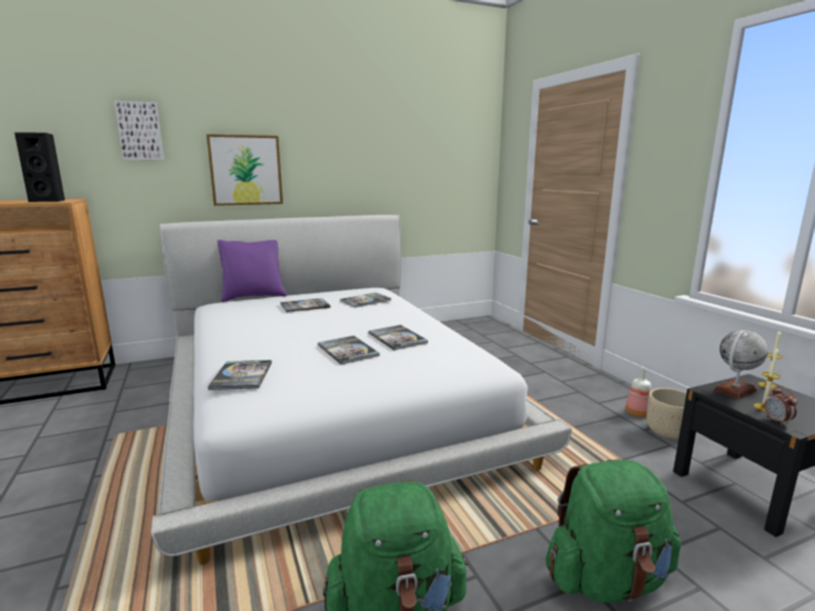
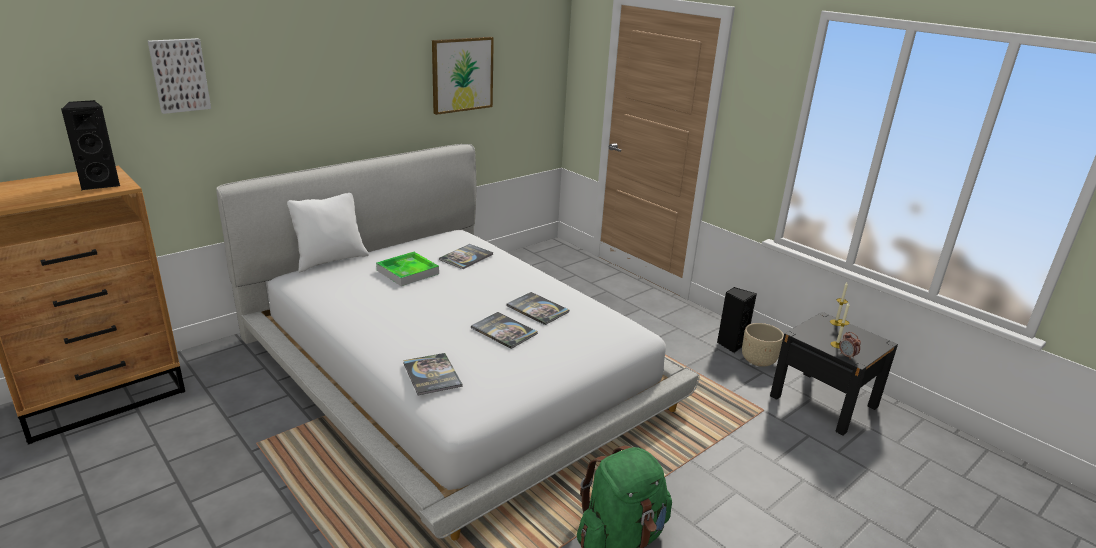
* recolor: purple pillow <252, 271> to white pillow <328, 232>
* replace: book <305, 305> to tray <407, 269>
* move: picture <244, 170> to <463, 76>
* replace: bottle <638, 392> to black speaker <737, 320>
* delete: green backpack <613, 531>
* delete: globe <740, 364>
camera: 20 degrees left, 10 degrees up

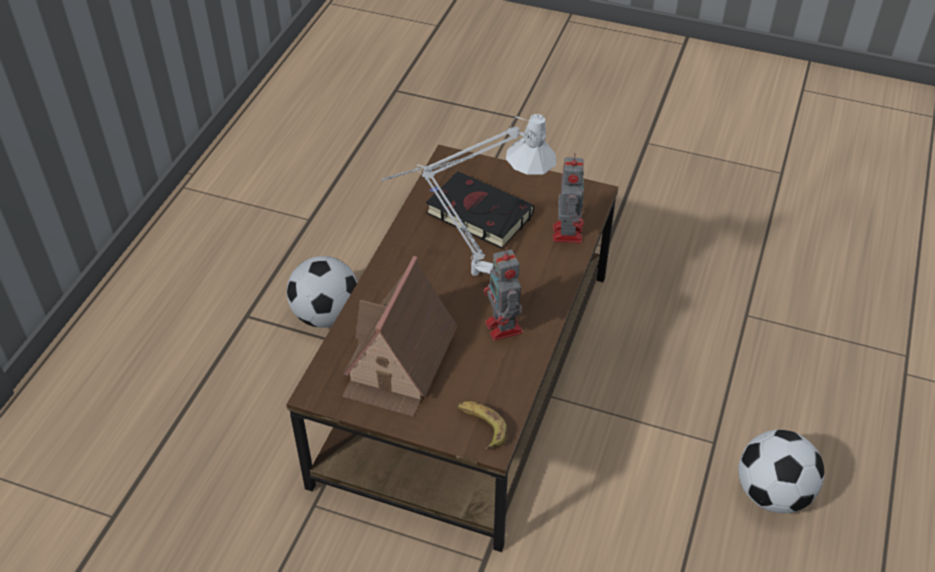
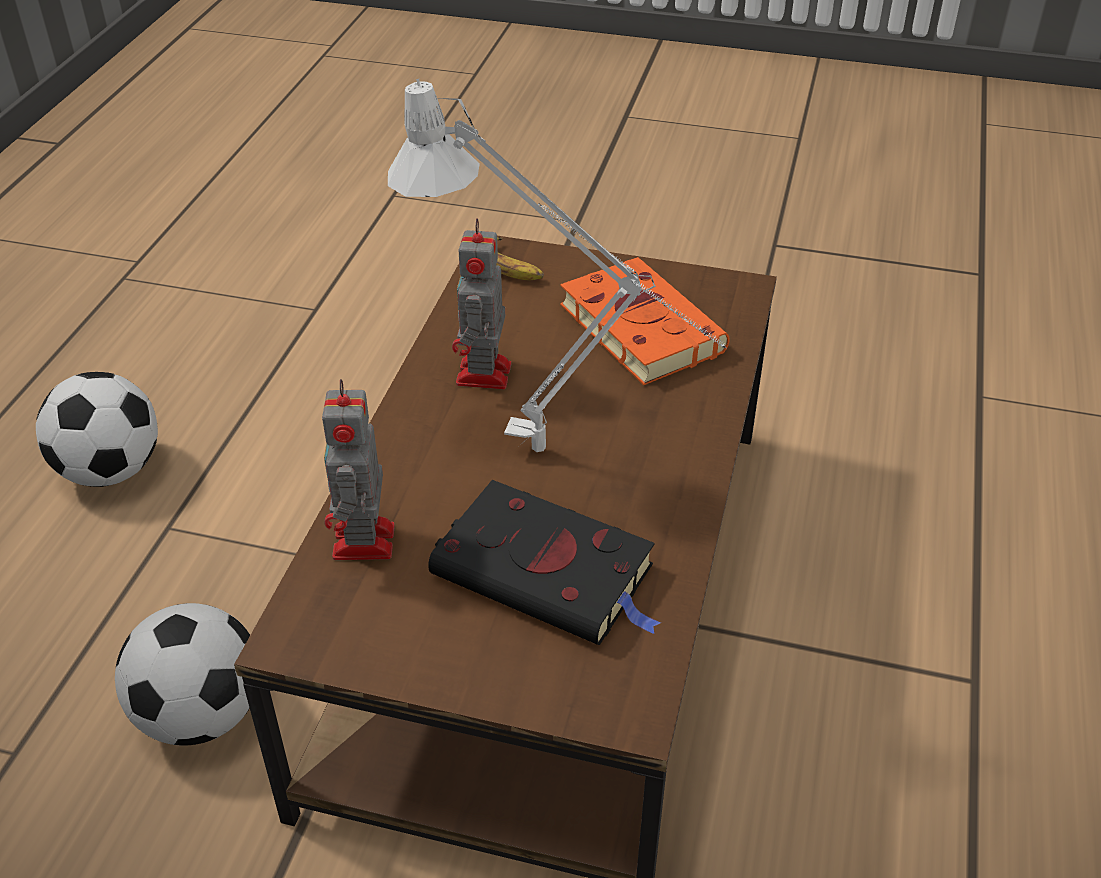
* move: football <322, 292> to <182, 674>
* rotate: toy robot <503, 294> = <481, 303> 150 degrees counterclockwise
* replace: toy house <399, 336> to orange book <645, 321>
camera: 175 degrees right, 5 degrees down

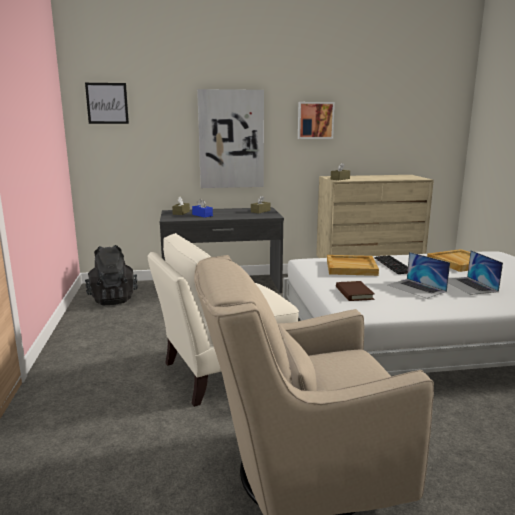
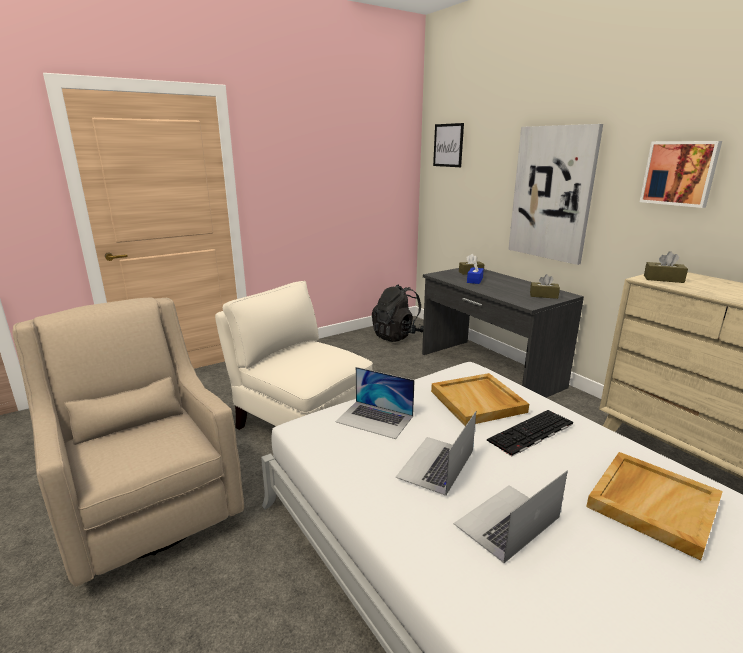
* replace: brown book <355, 291> to laptop <375, 403>
camera: 65 degrees right, 5 degrees up

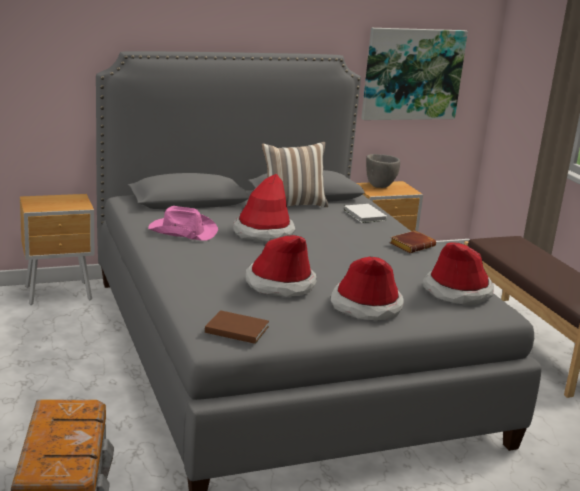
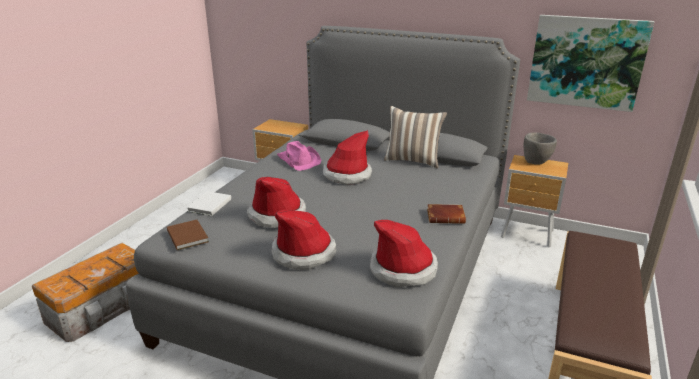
* move: white book <365, 213> to <209, 203>
camera: 45 degrees right, 5 degrees up

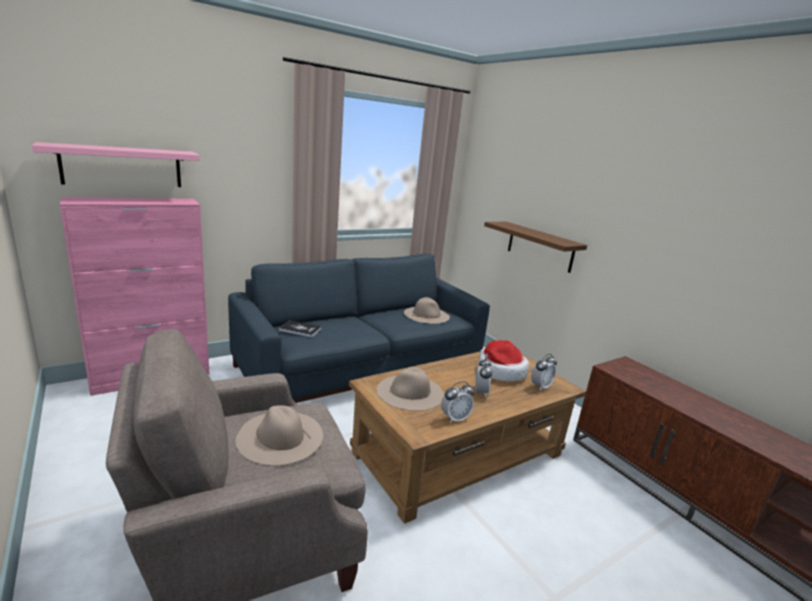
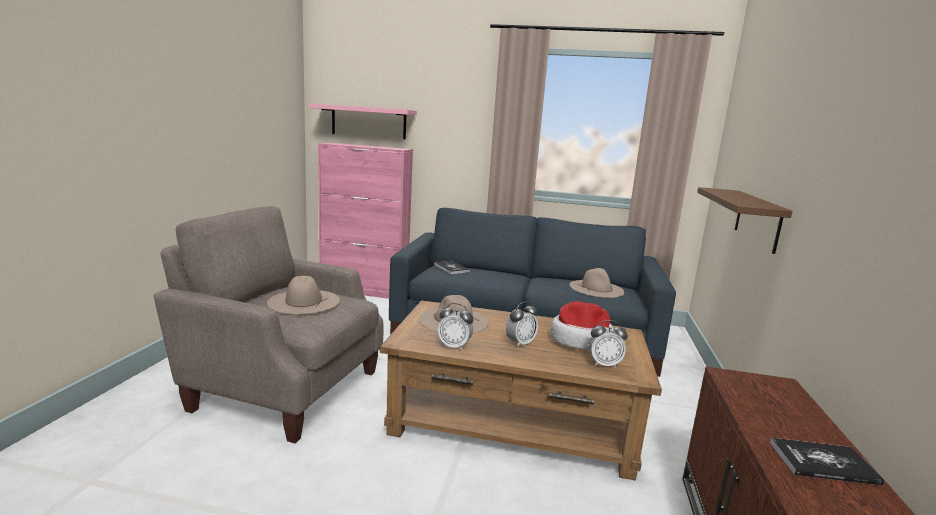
* insert: book <827, 462>
camera: 45 degrees right, 5 degrees down

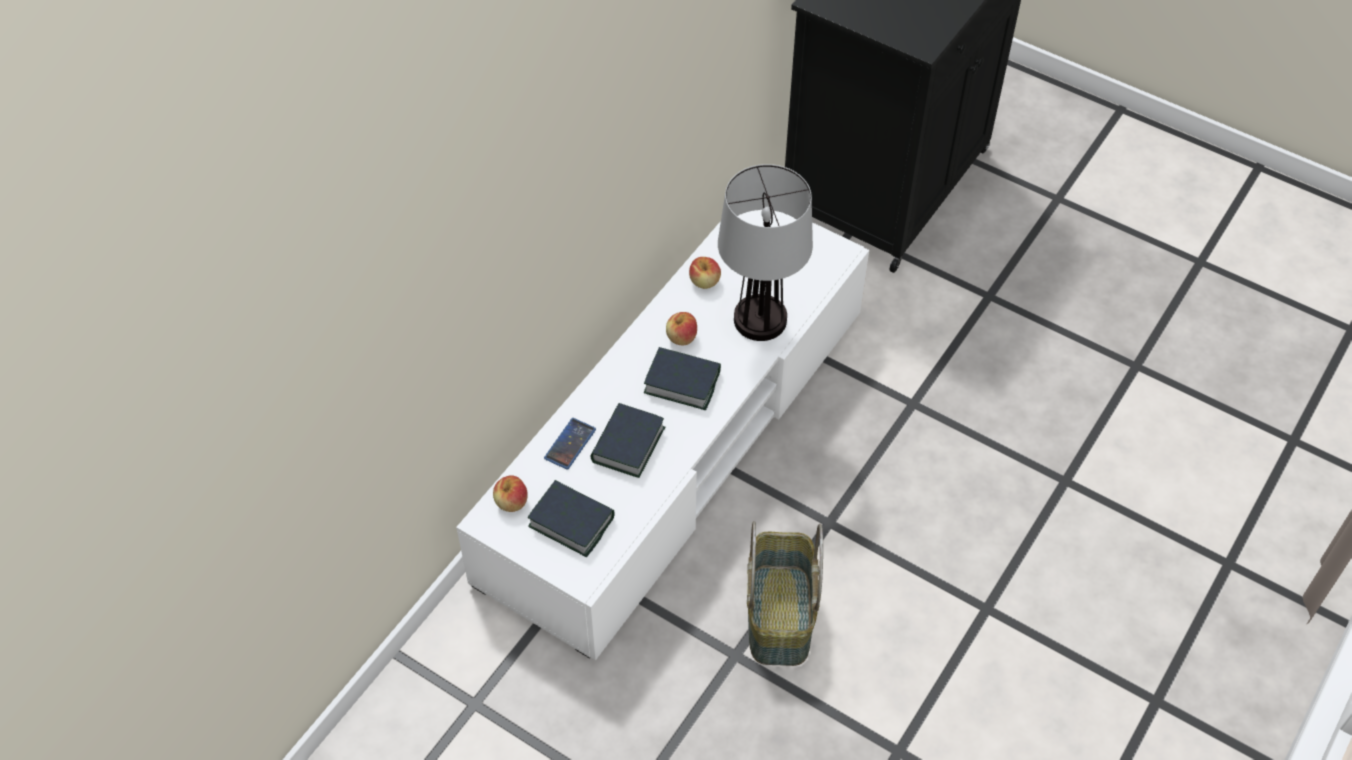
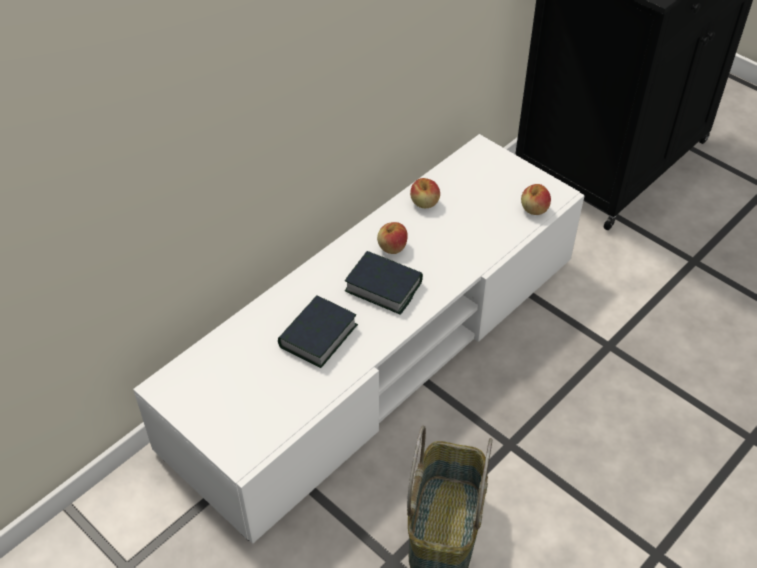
* move: apple <510, 493> to <536, 199>
* delete: book <571, 518>
* delete: phone <570, 444>
* delete: table lamp <765, 252>
camera: 10 degrees right, 5 degrees down

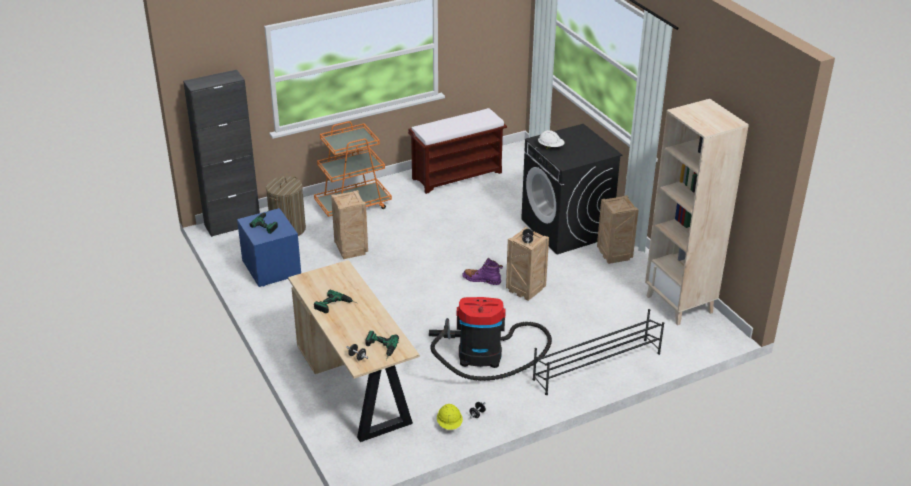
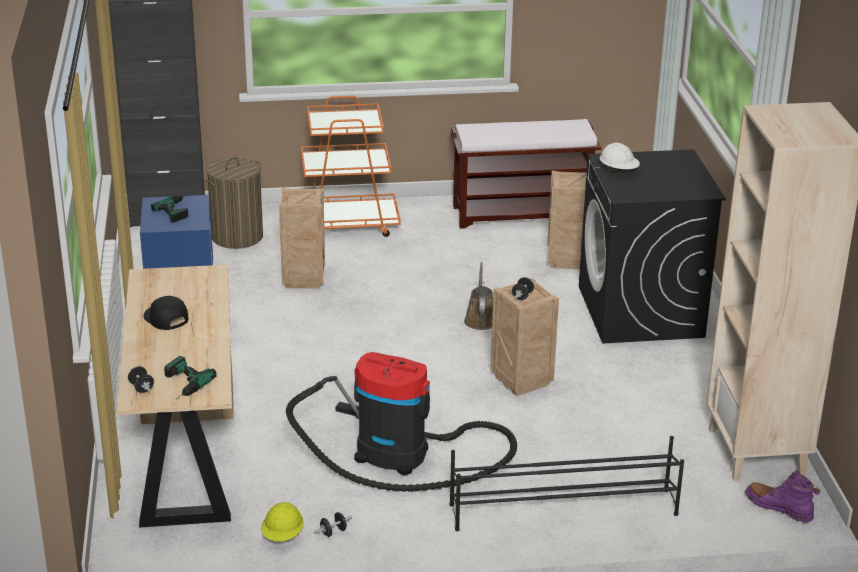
* replace: power drill <335, 301> to black cap <166, 313>
* insert: brown watering can <478, 296>
* move: crate <618, 229> to <567, 220>
* move: purple boot <482, 271> to <782, 496>
camera: 20 degrees right, 5 degrees down

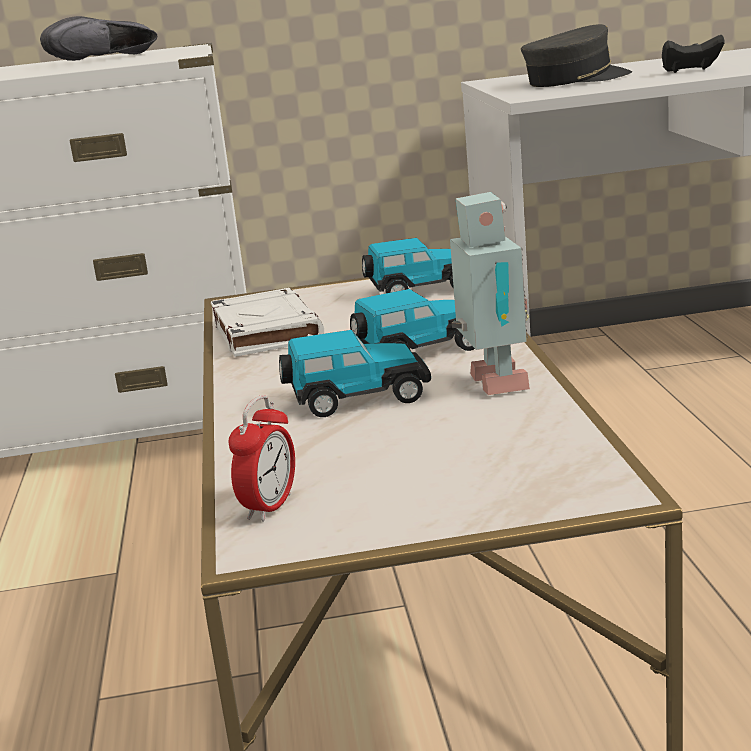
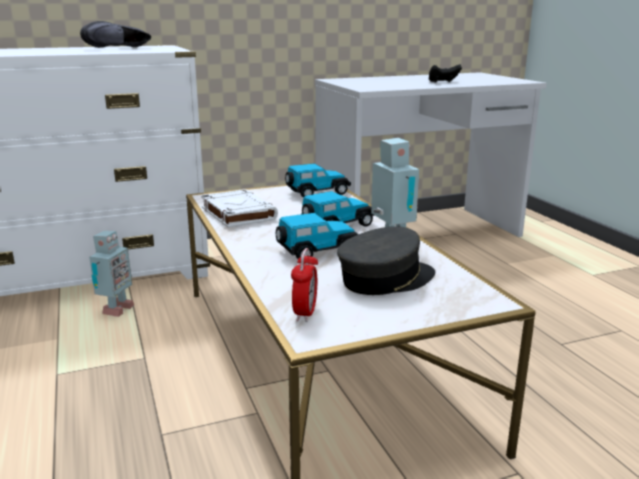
* insert: toy robot <111, 273>
* move: grey cap <576, 55> to <386, 260>
camera: 15 degrees left, 0 degrees up

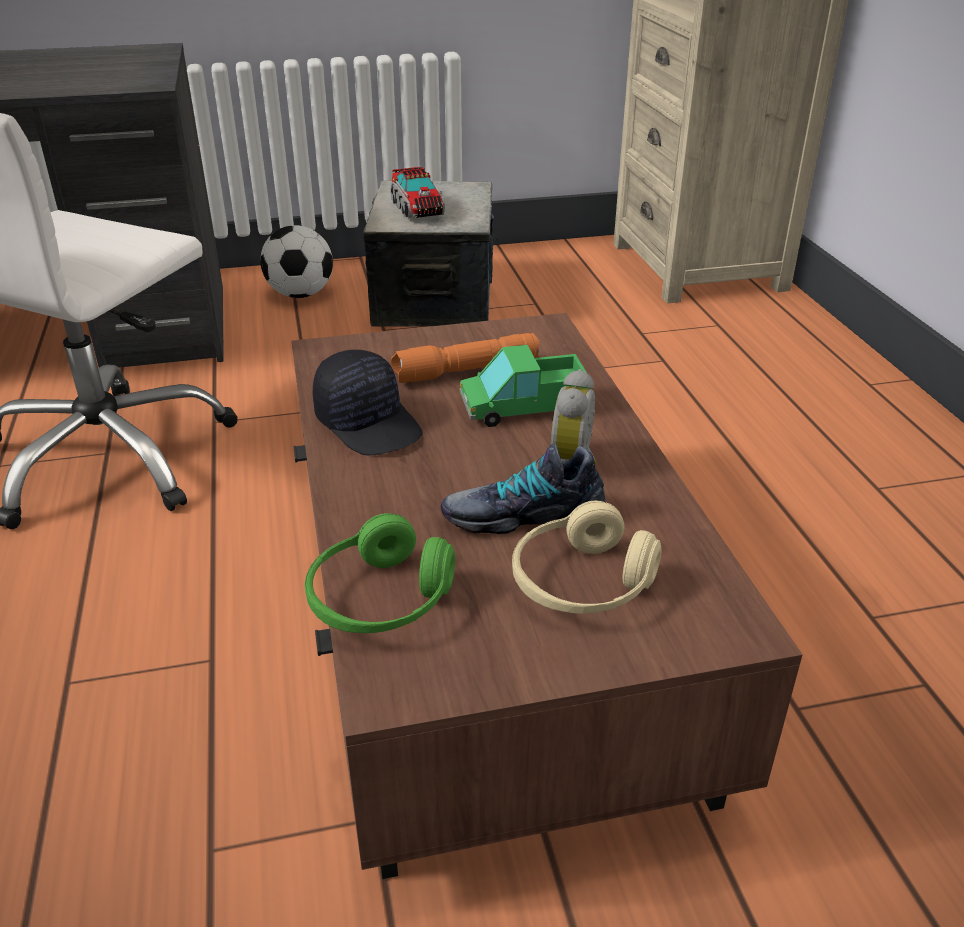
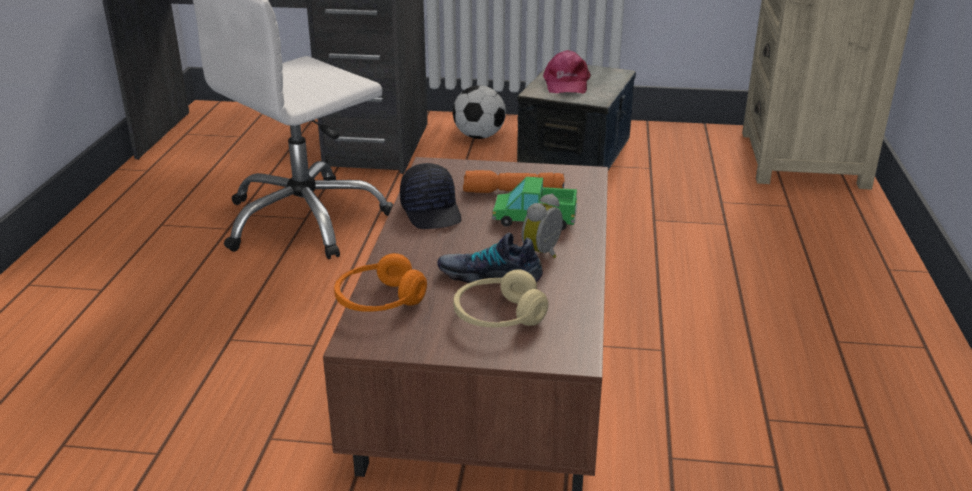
* recolor: green headphones <380, 573> to orange headphones <380, 282>
* replace: toy truck <418, 192> to pink cap <567, 72>
camera: 20 degrees right, 5 degrees down

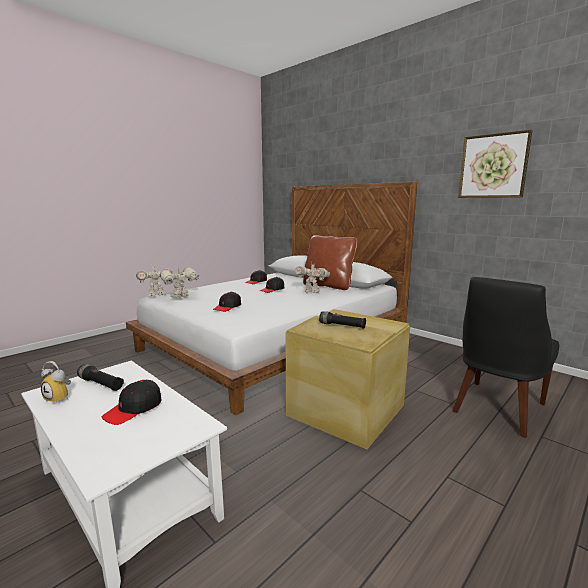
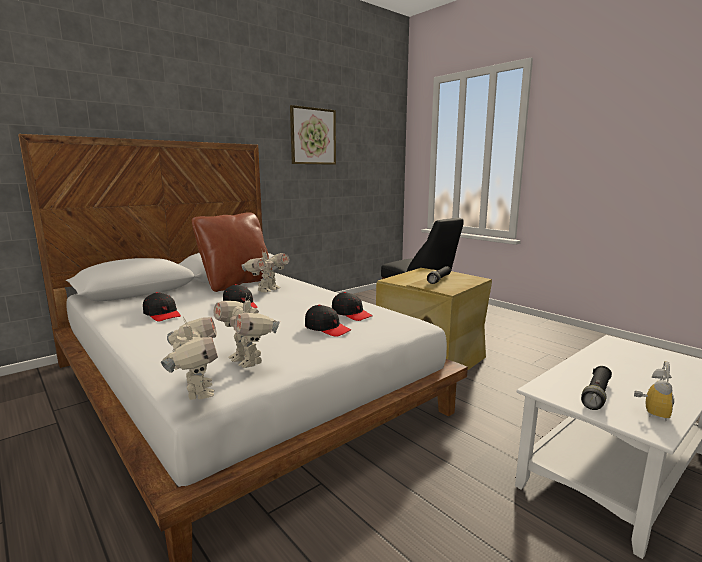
* move: black cap <132, 402> to <352, 306>
camera: 85 degrees left, 0 degrees up

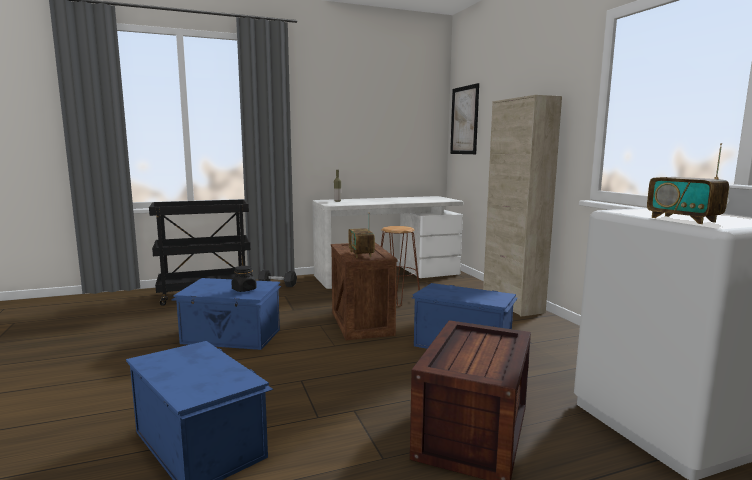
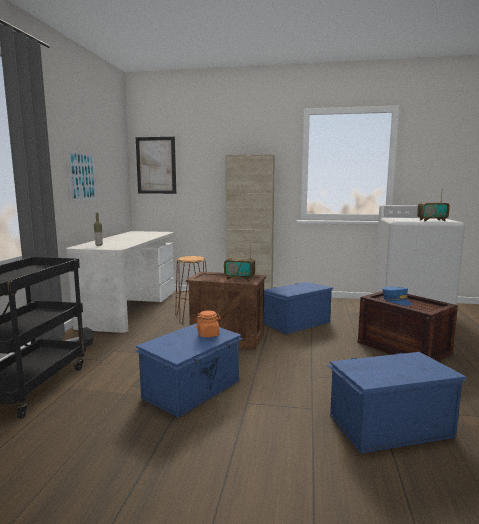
* insert: picture <82, 176>
* recolor: black jar <244, 279> to orange jar <208, 324>
* insert: blue cap <397, 296>
camera: 60 degrees left, 0 degrees up

